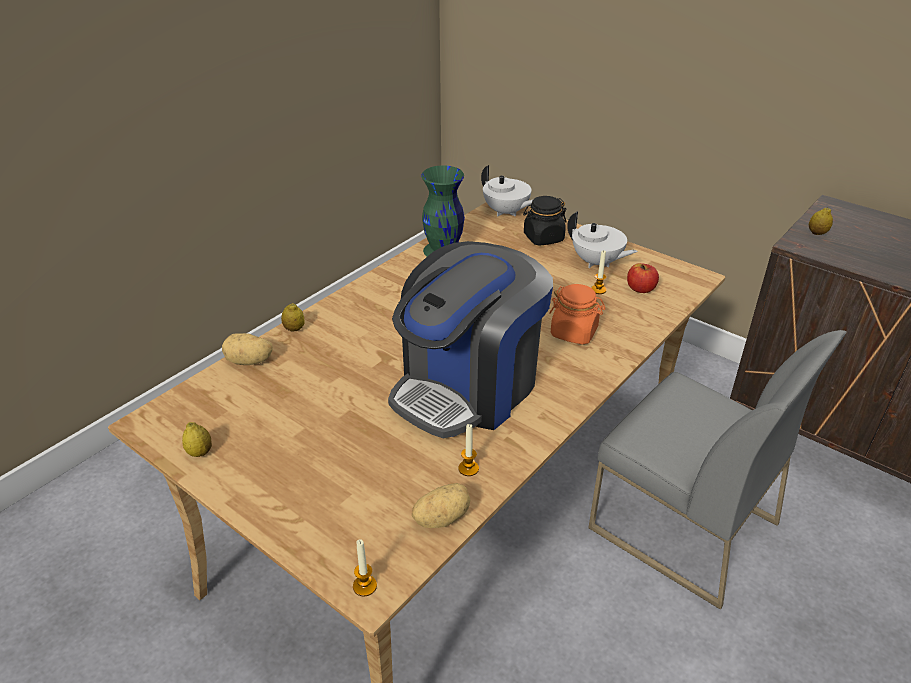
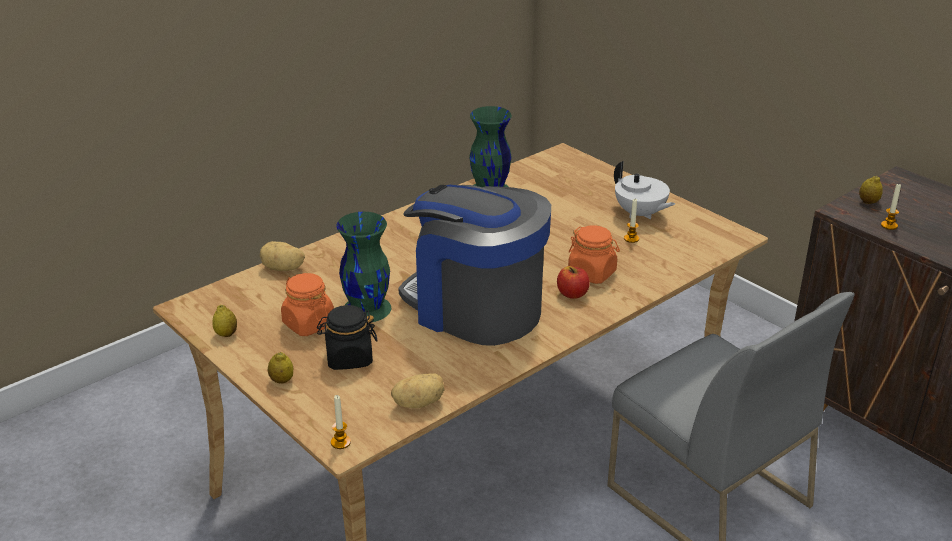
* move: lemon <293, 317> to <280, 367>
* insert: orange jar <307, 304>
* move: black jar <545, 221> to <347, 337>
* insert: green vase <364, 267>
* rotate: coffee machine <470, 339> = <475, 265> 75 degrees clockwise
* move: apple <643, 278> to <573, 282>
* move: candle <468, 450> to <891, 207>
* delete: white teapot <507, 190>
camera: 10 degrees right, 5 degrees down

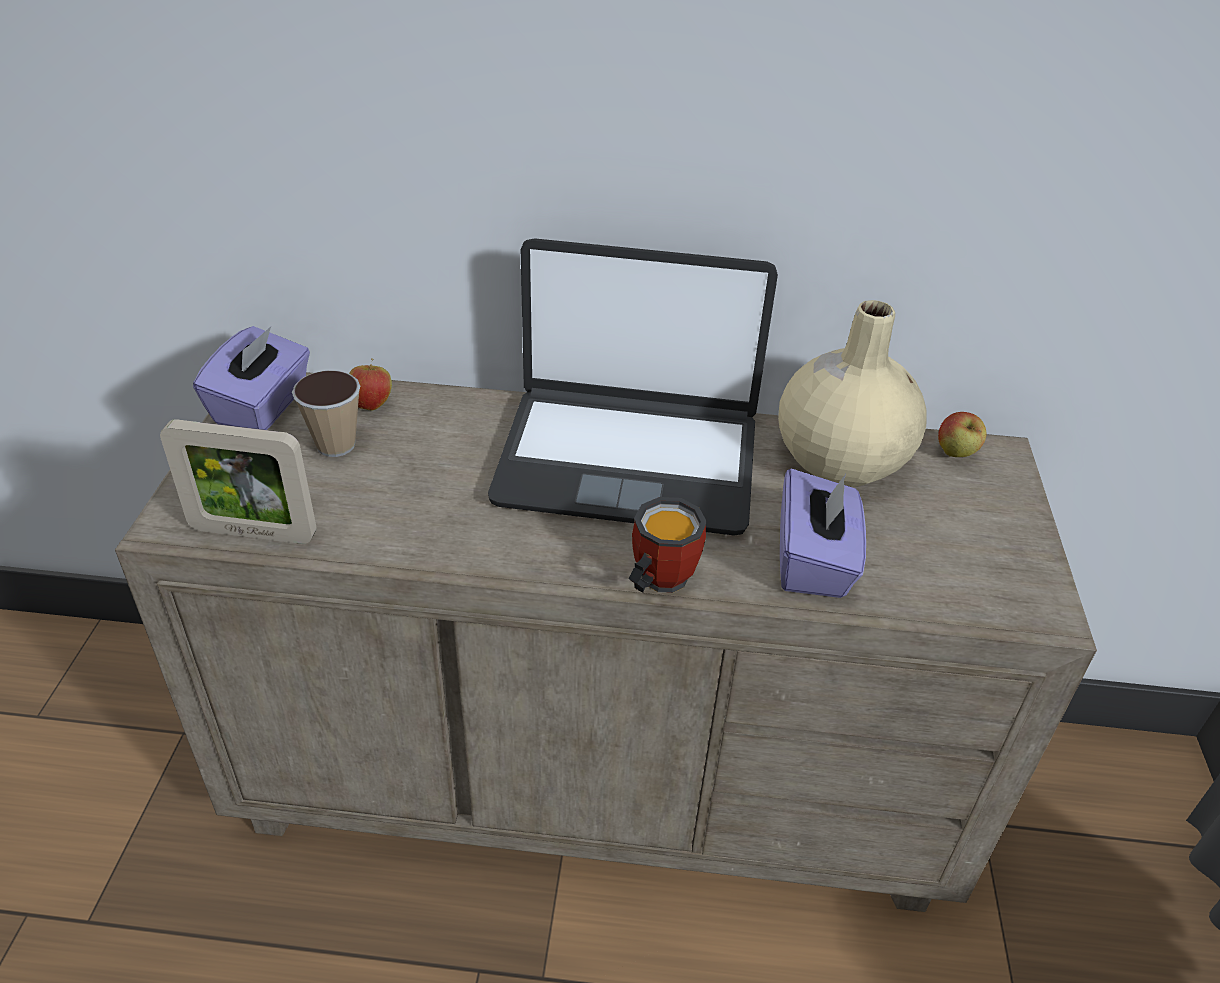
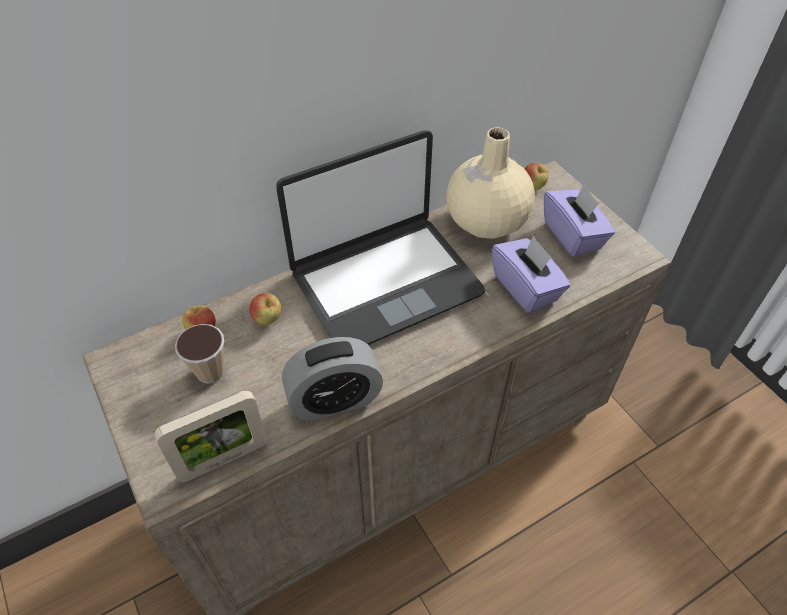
* insert: apple <265, 309>
* insert: alarm clock <332, 379>
* move: purple tissue box <251, 378> to <579, 220>
* delete: mug <667, 545>
camera: 35 degrees left, 10 degrees up

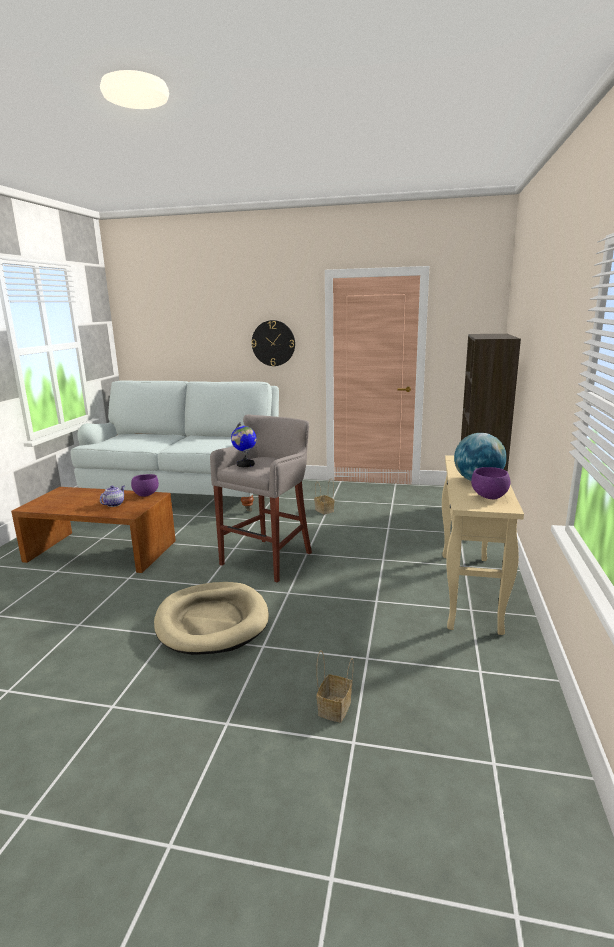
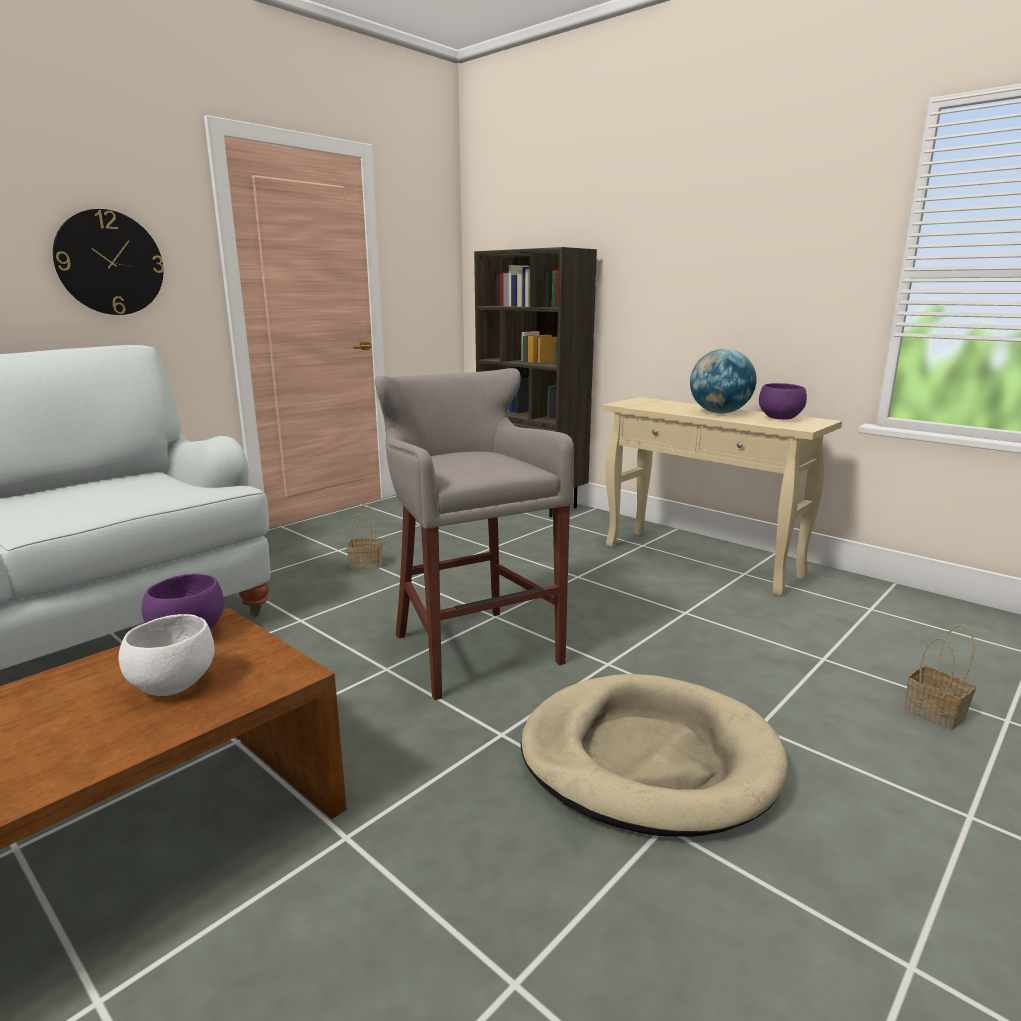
* replace: teapot <112, 496> to white bowl <166, 655>
* delete: globe <244, 444>
camera: 60 degrees left, 0 degrees up

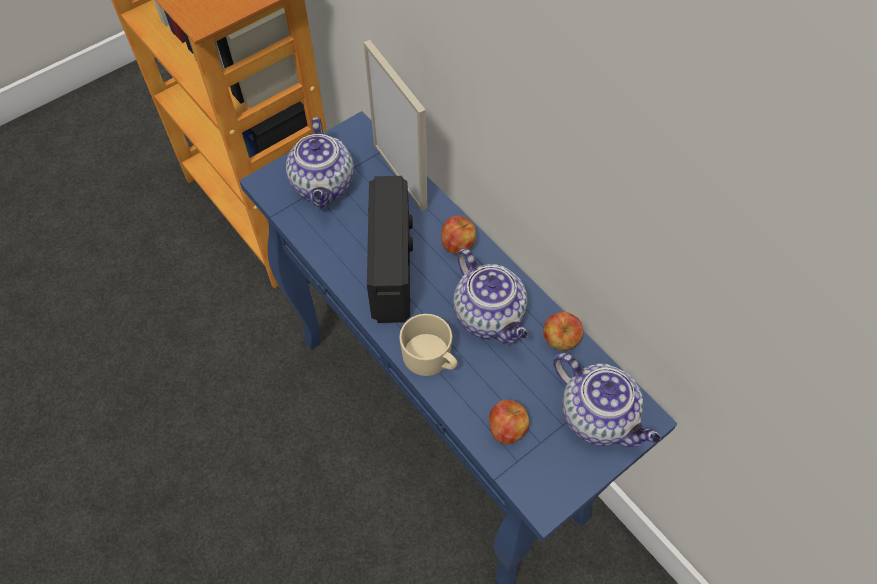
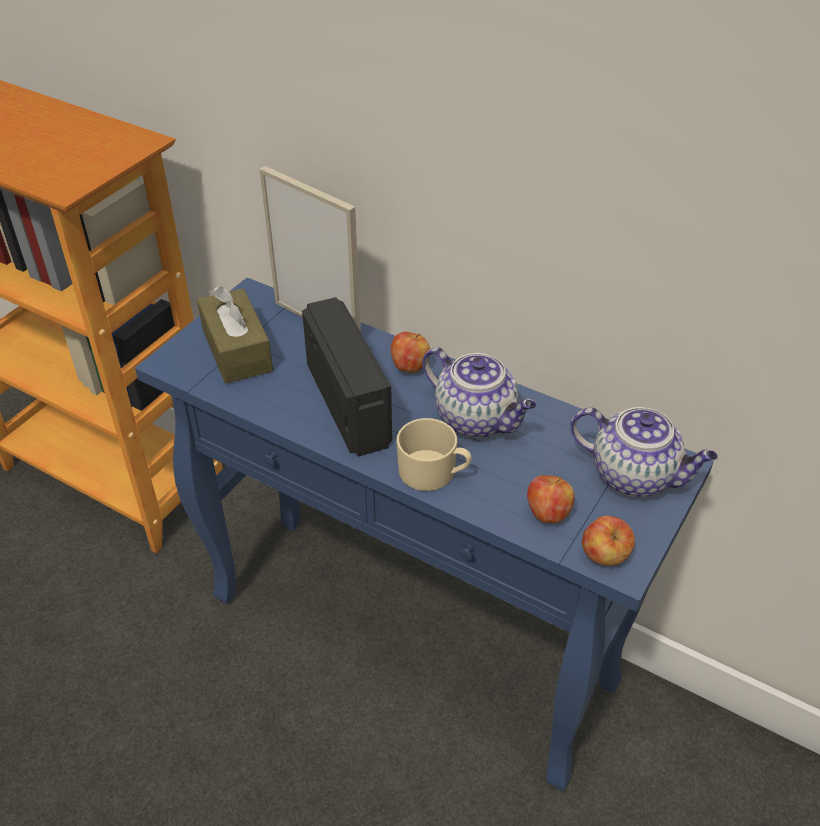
* replace: teapot <320, 162> to brown tissue box <235, 335>
* move: apple <563, 331> to <608, 541>
camera: 20 degrees left, 15 degrees down

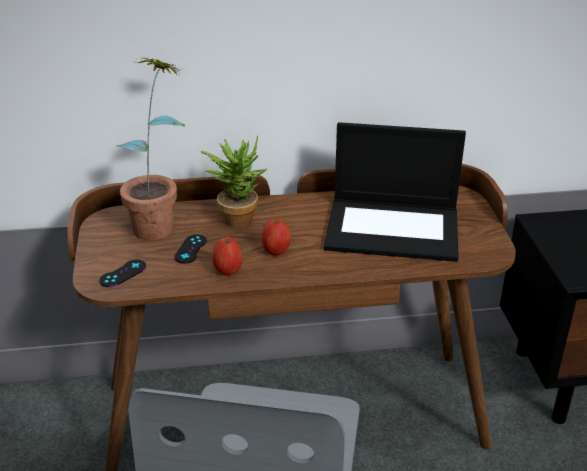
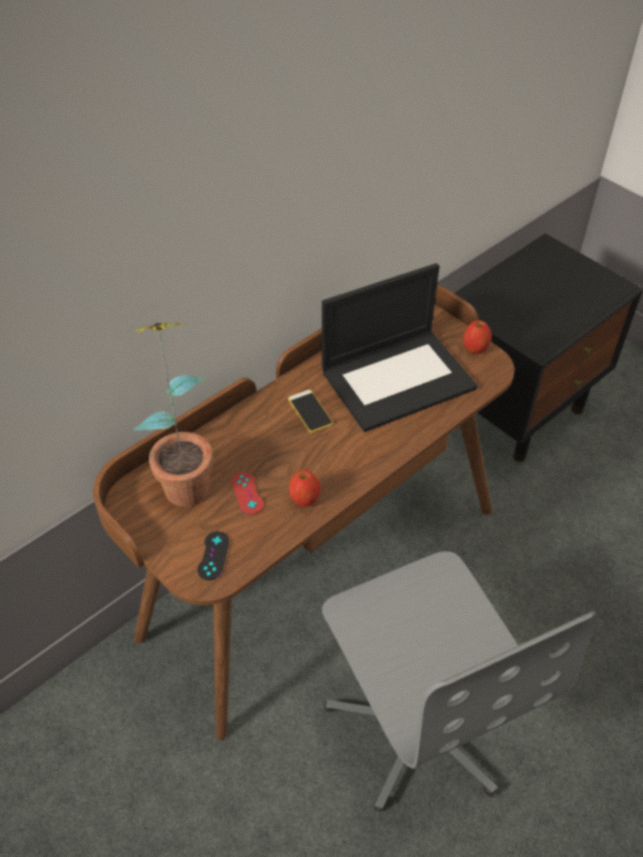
* recolor: black game controller <190, 249> to red game controller <247, 493>
* insert: phone <310, 411>
* move: apple <276, 237> to <477, 337>
* delete: potted plant <234, 182>
camera: 35 degrees left, 15 degrees up

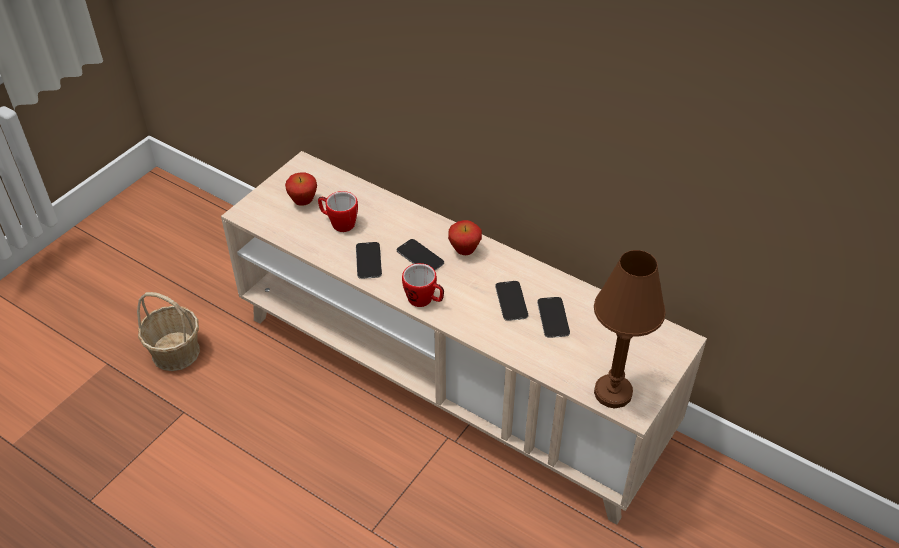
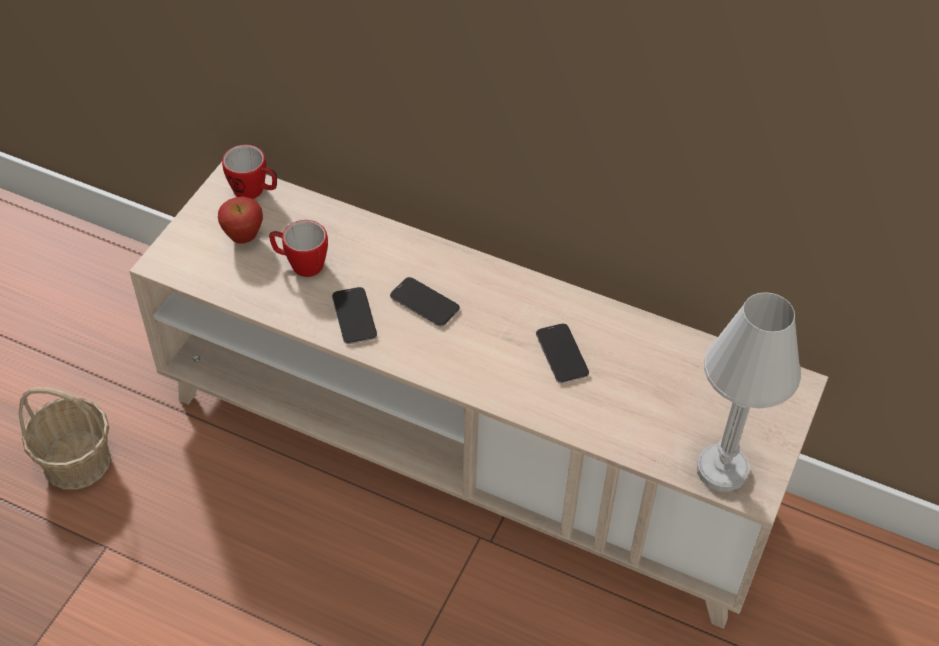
* move: mug <423, 285> to <249, 172>
* recolor: brown table lamp <630, 329> to white table lamp <749, 392>
* delete: apple <465, 237>
* delete: phone <553, 317>
camera: 10 degrees left, 5 degrees up

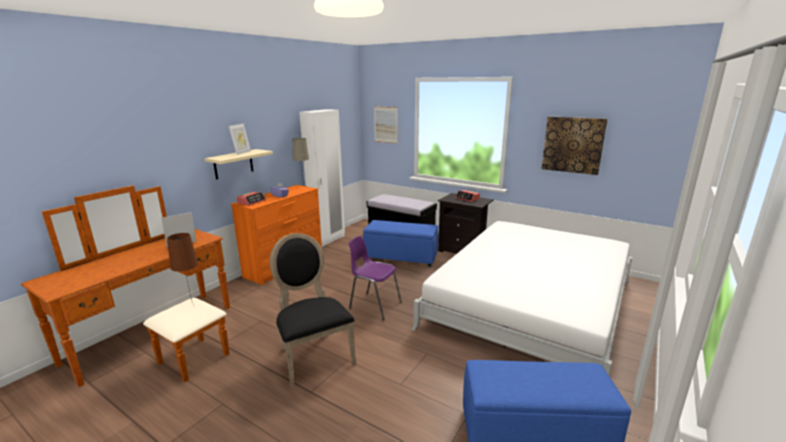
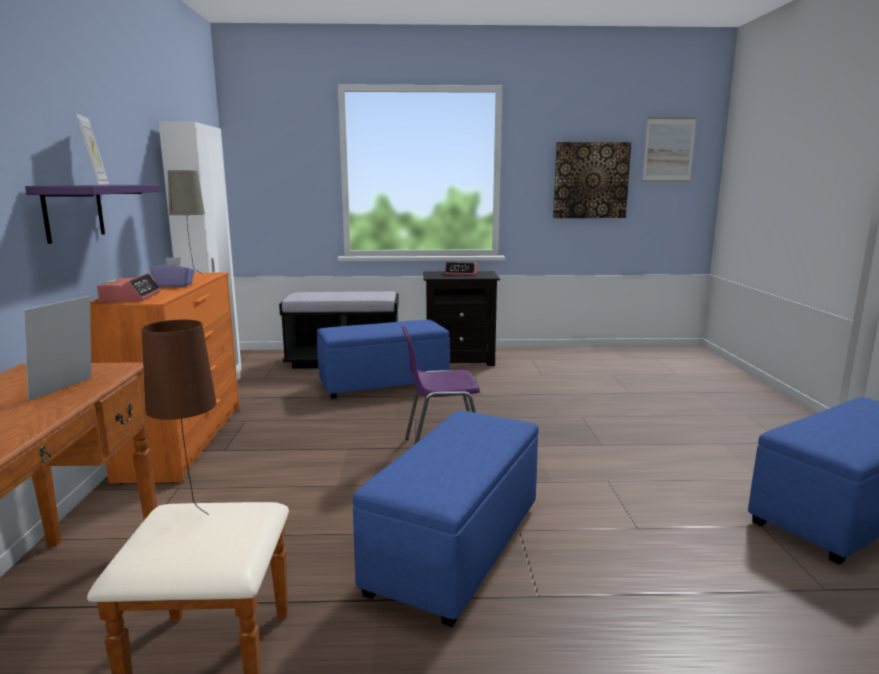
* recolor: beige shelf <239, 164> to purple shelf <92, 214>
* replace: black chair <313, 310> to blue ottoman <446, 519>
* move: picture <386, 124> to <669, 149>
* delete: white bed <521, 298>
camera: 35 degrees left, 5 degrees down

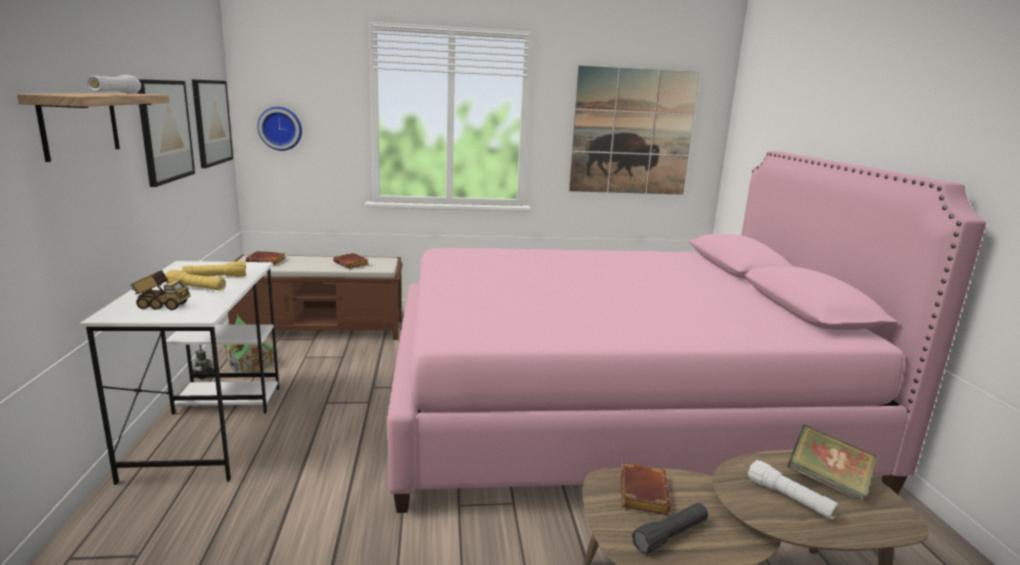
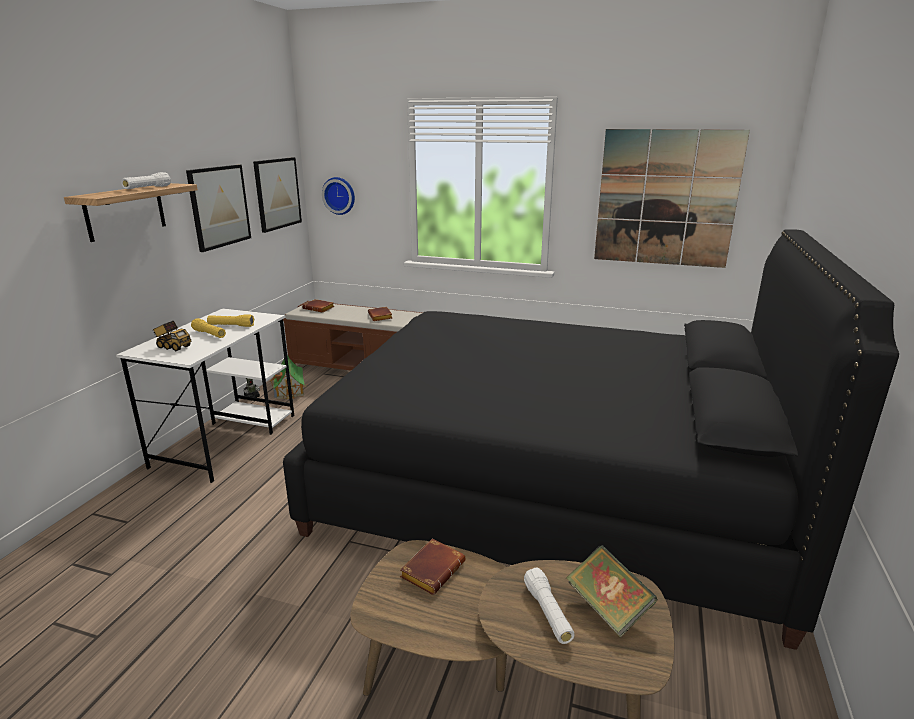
* recolor: pink bed <686, 332> to black bed <591, 439>
* delete: black flashlight <670, 528>
camera: 25 degrees right, 5 degrees up

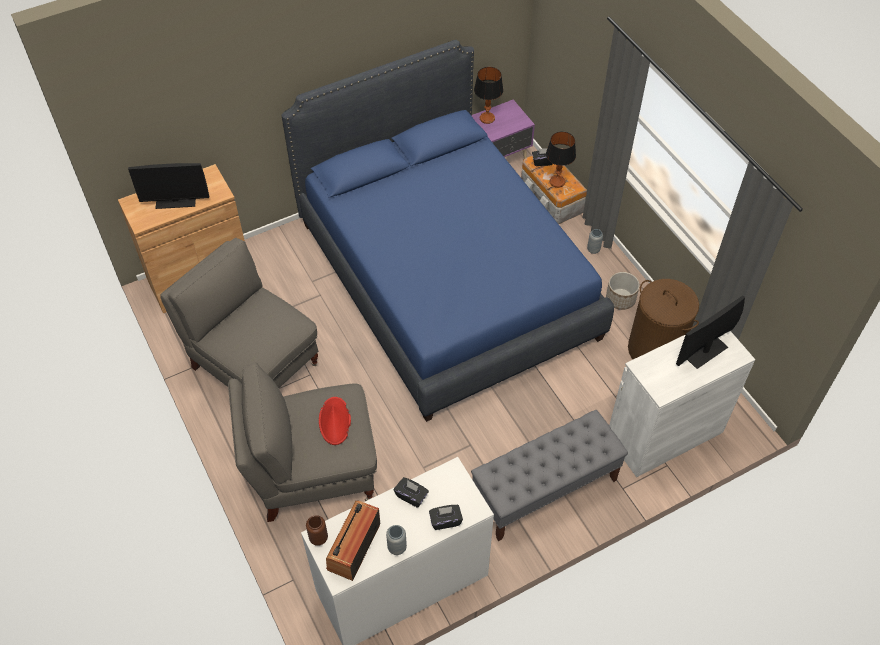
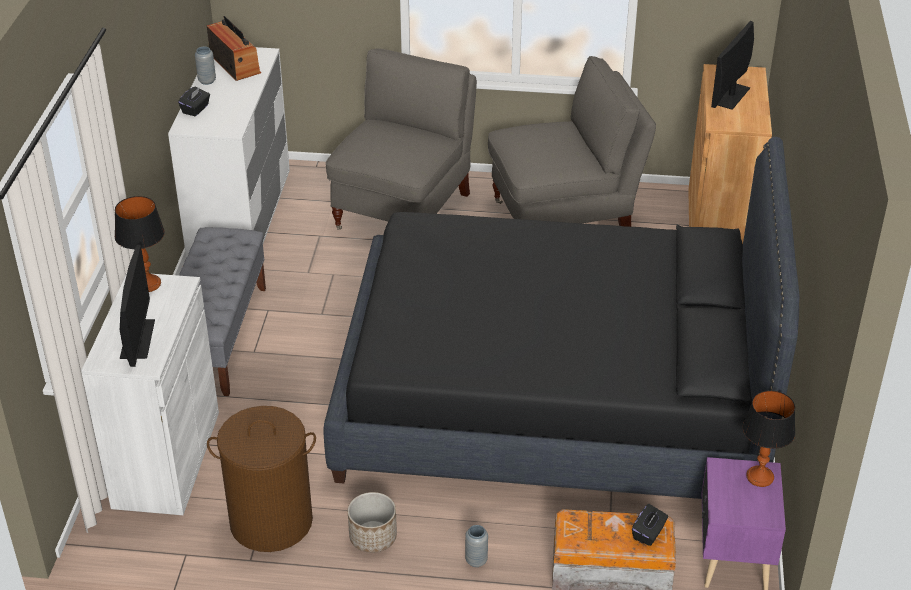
* move: table lamp <561, 160> to <140, 244>
* recolor: blue bed <448, 231> to black bed <561, 318>
* delete: brown vase <317, 530>
* delete: red hat <335, 421>
* delete: black tissue box <411, 492>
camera: 125 degrees right, 15 degrees down

